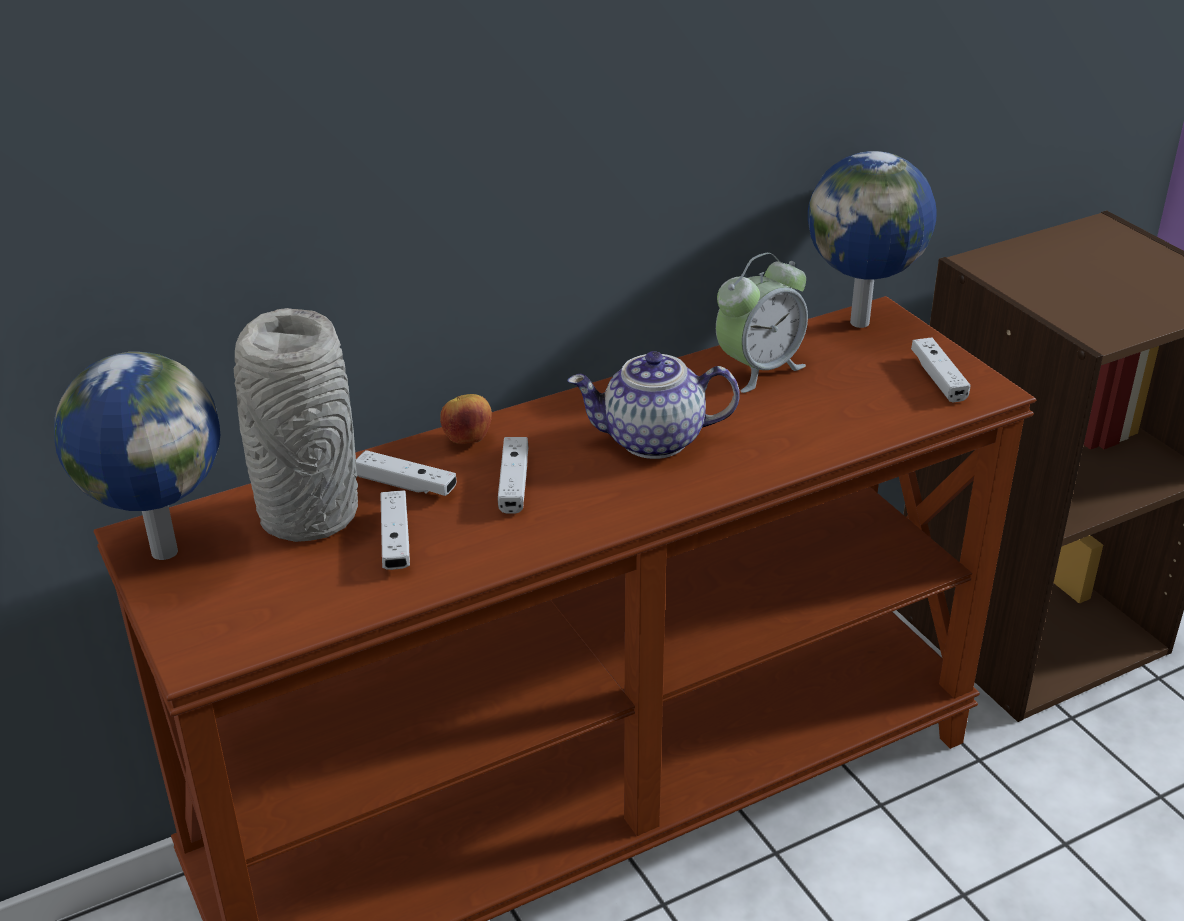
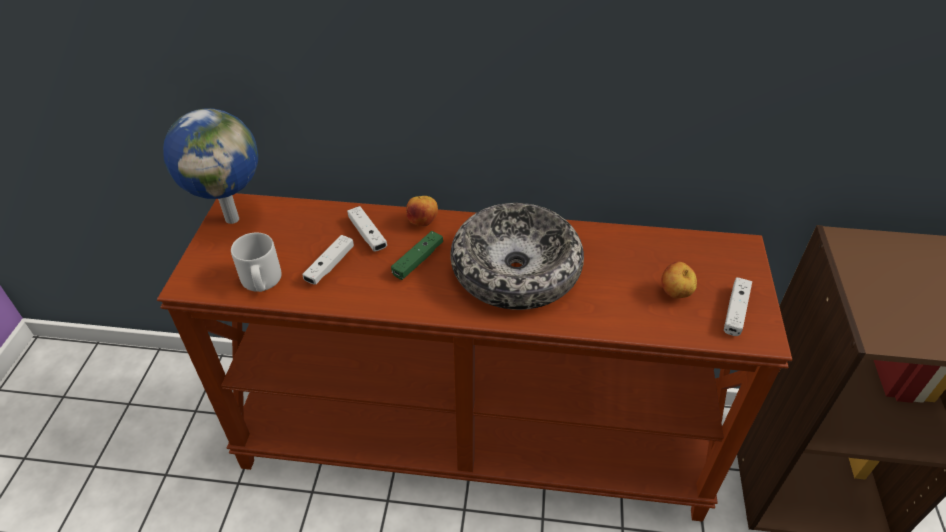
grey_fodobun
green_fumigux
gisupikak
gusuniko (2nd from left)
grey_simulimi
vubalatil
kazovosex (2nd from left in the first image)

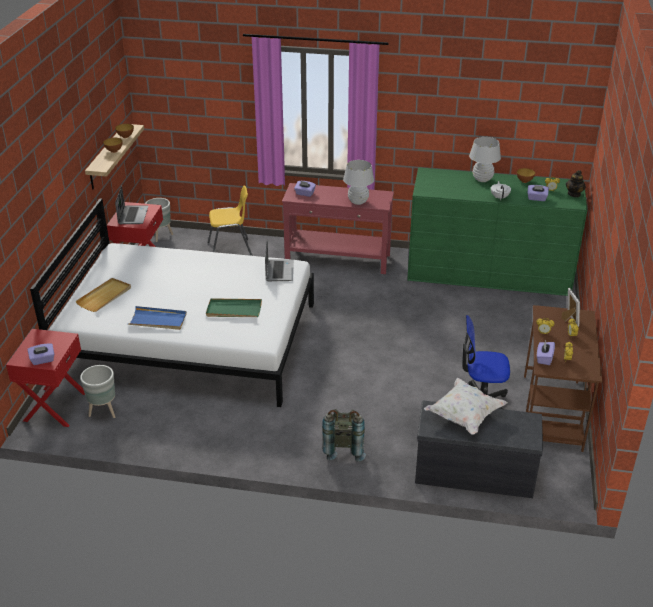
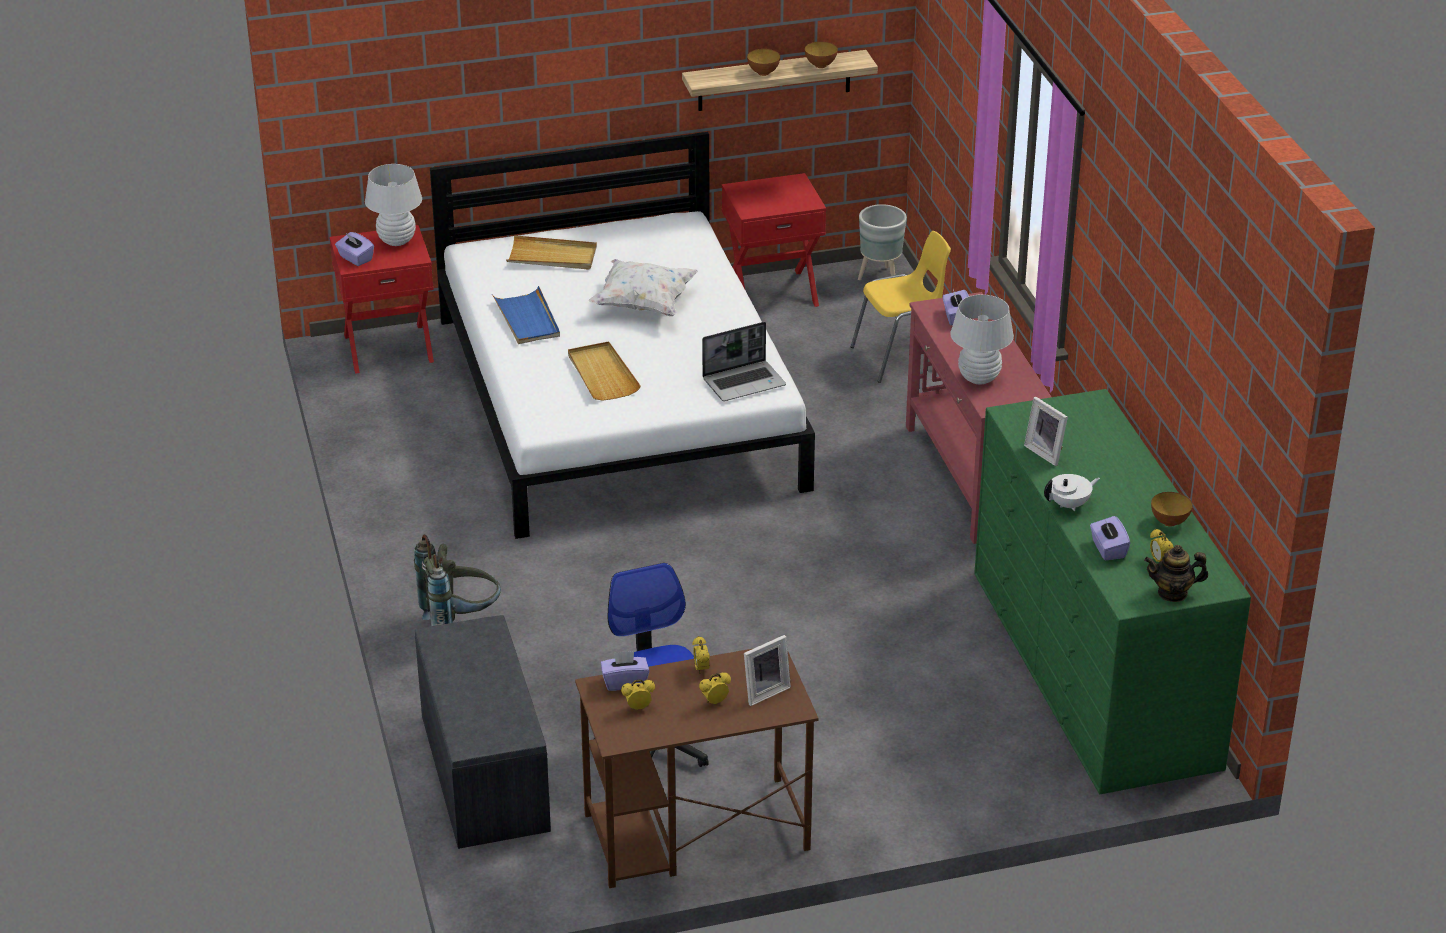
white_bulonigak (1st from left)
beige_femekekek (2nd from left)
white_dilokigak
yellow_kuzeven
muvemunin (2nd from left)
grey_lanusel (1st from left in the first image)
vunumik (1st from left in the first image)

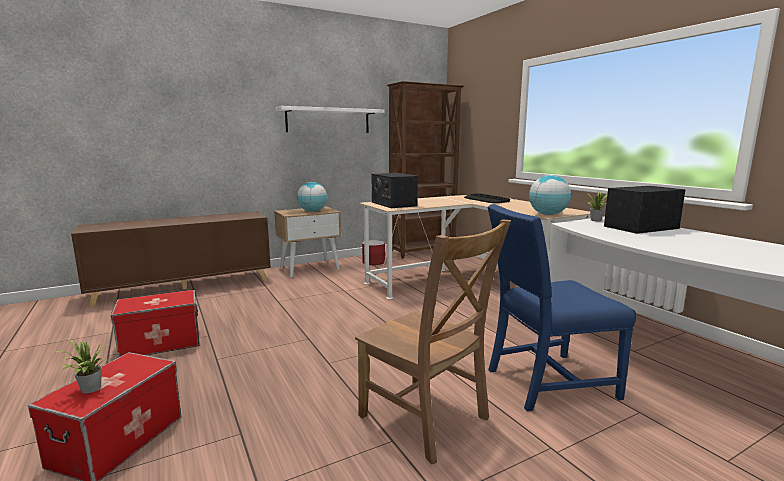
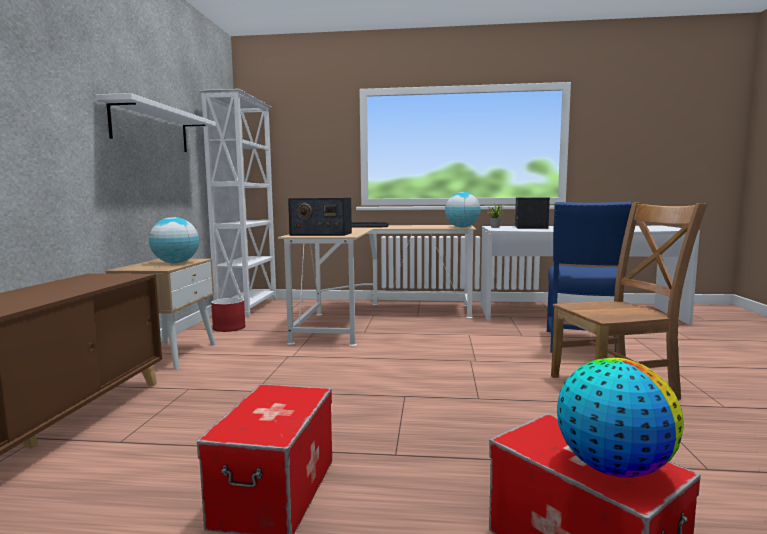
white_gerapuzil
kazovosex (3rd from left)

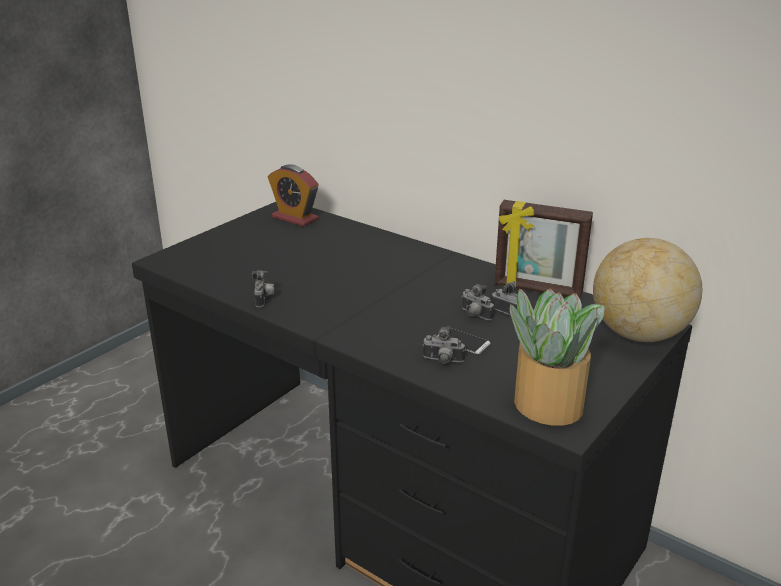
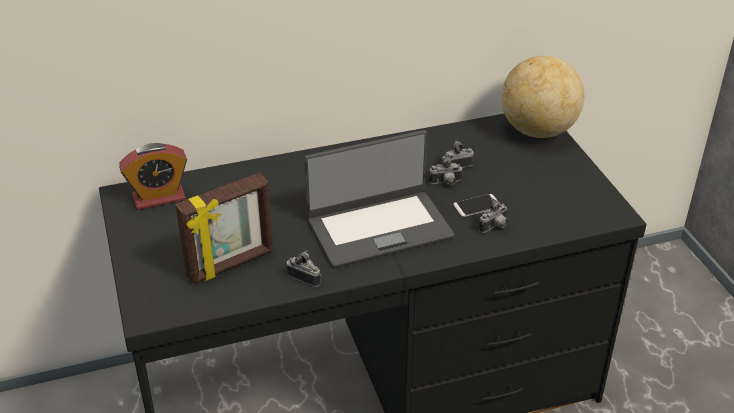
muvemunin
vunumik
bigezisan

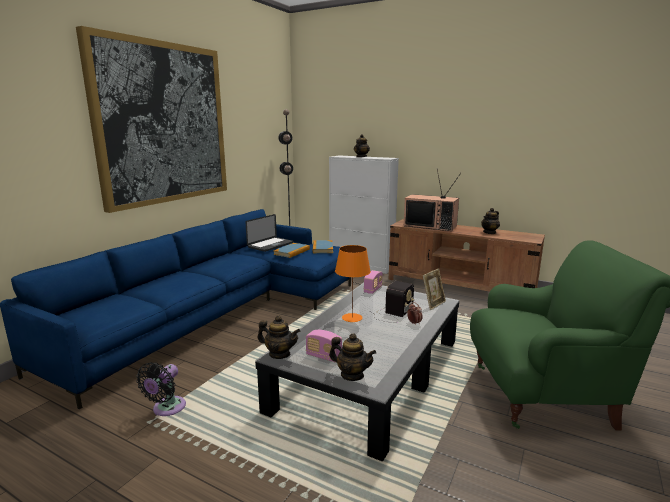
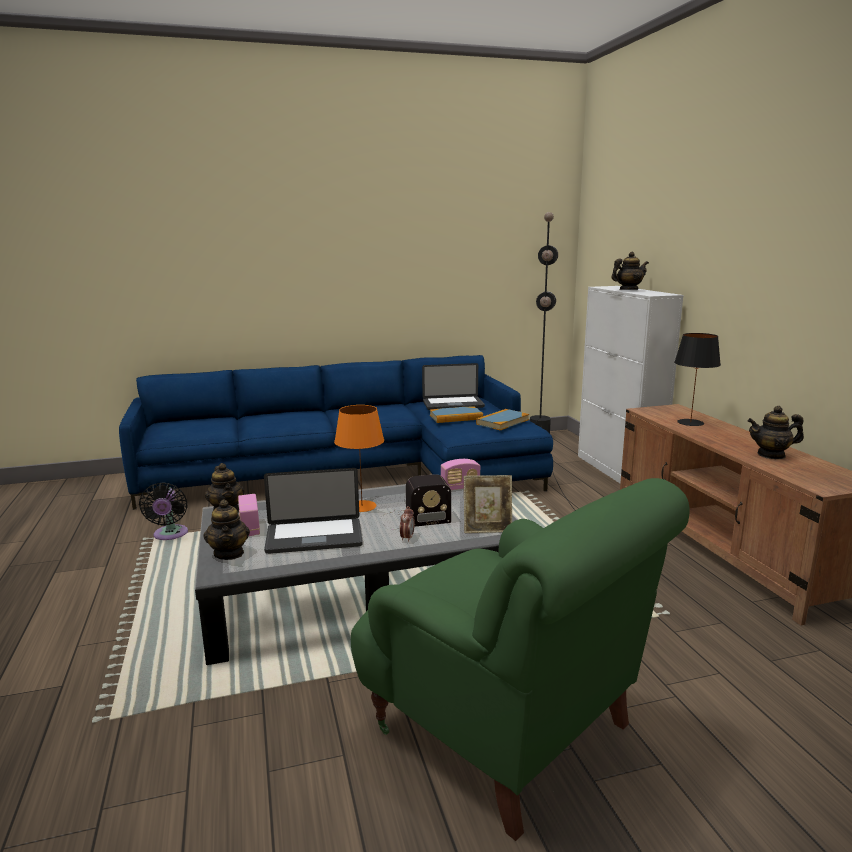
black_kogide
vunumik (1st from left)
black_bulonigak
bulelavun

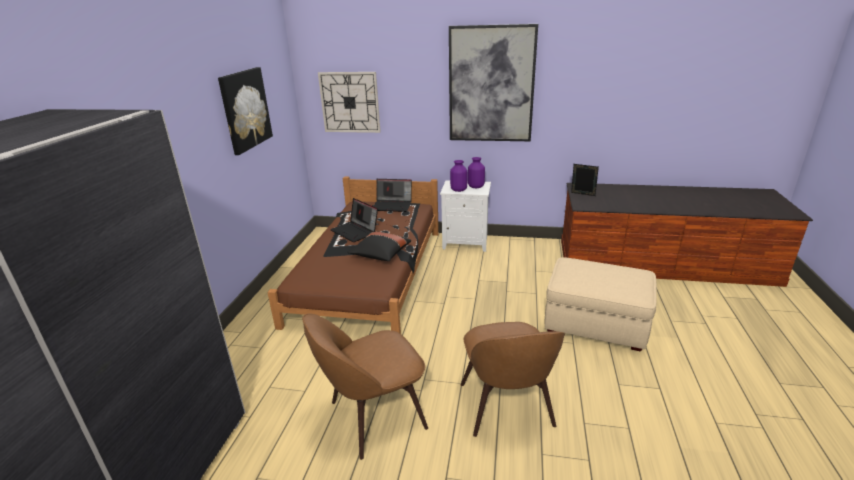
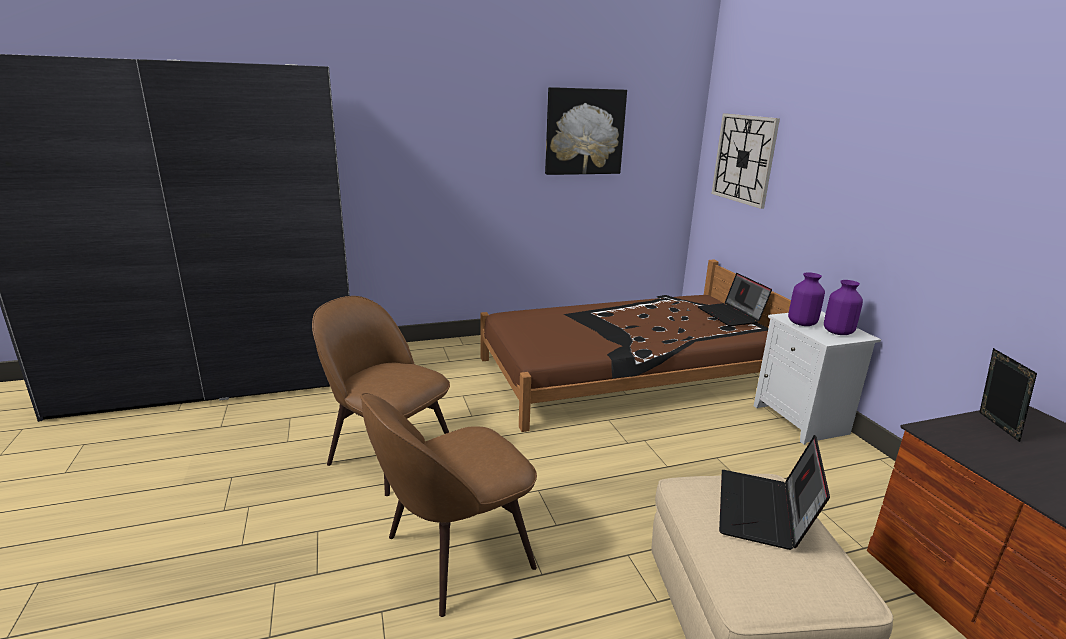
vunumik (2nd from left)
black_dilokigak
bulelavun (2nd from left in the first image)

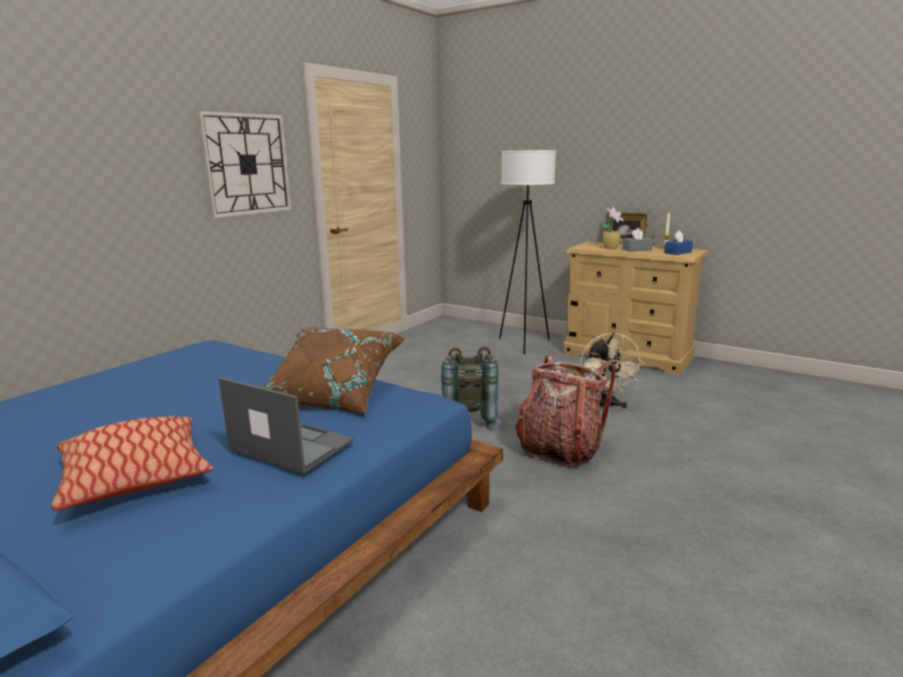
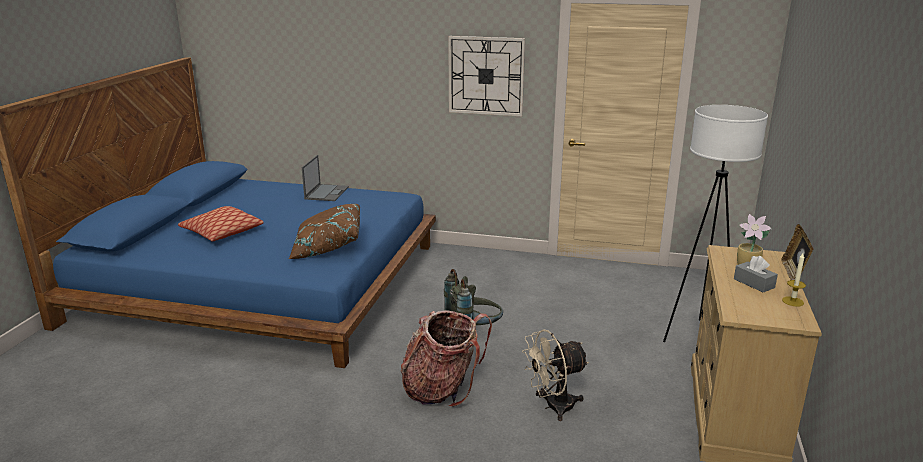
vunumik
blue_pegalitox

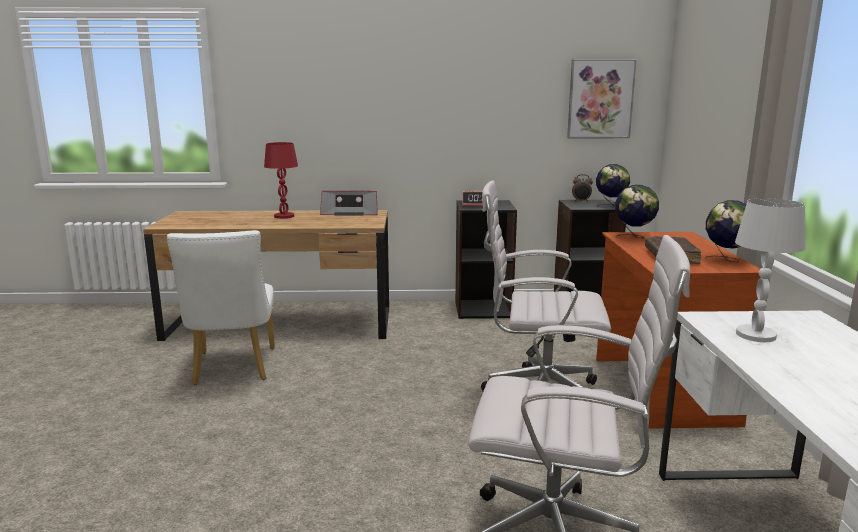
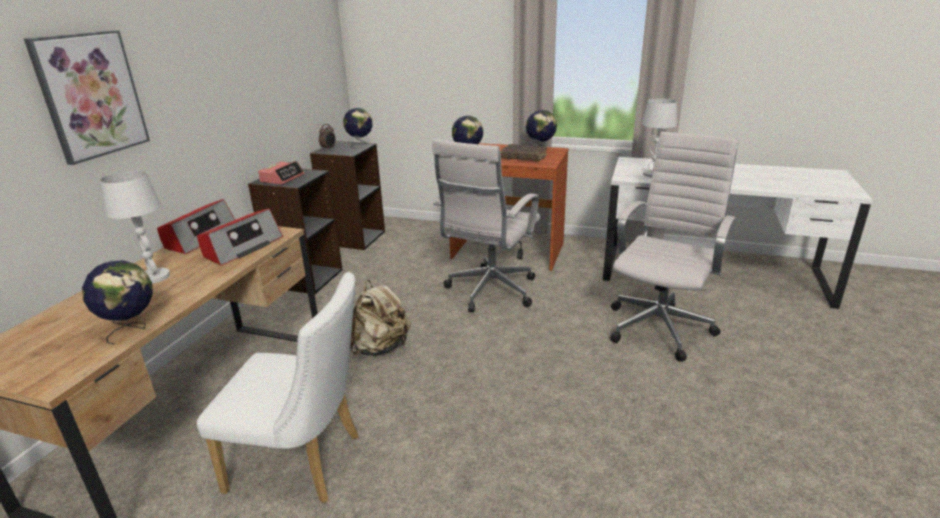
bulelavun
kazovosex (1st from left)
white_bulonigak (1st from left)
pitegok (2nd from left)
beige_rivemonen

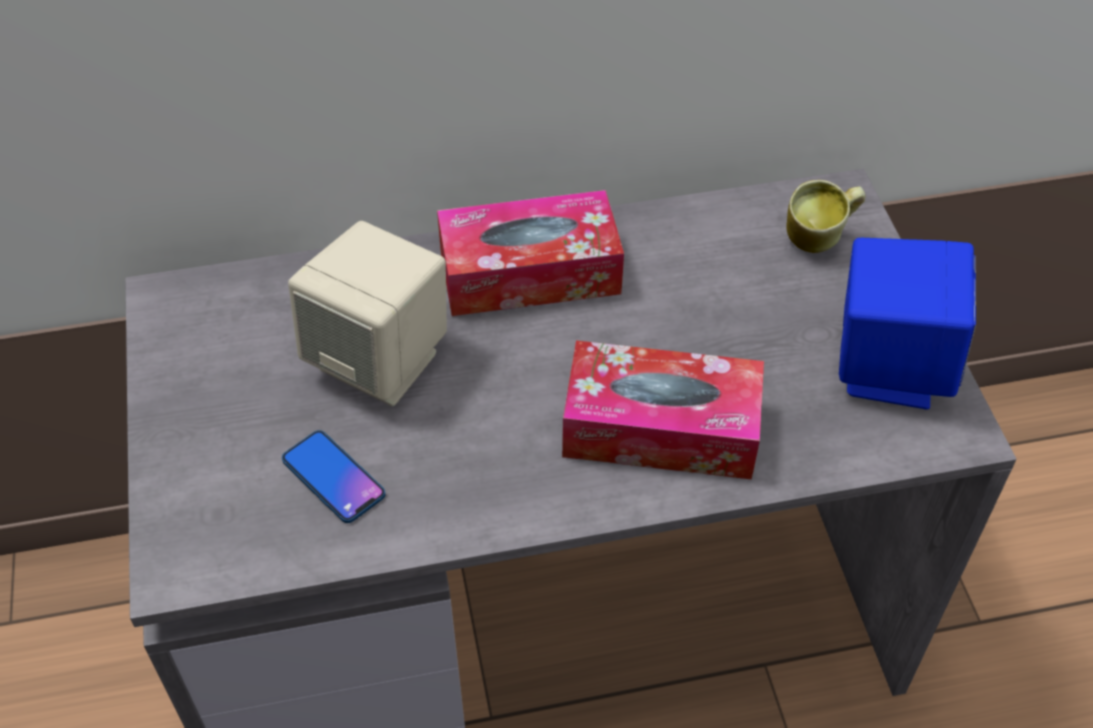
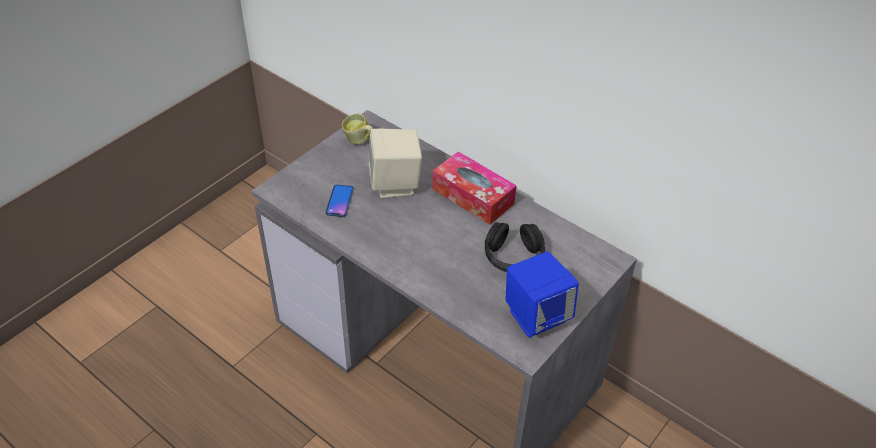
fodobun
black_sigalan
pegalitox (2nd from left in the first image)

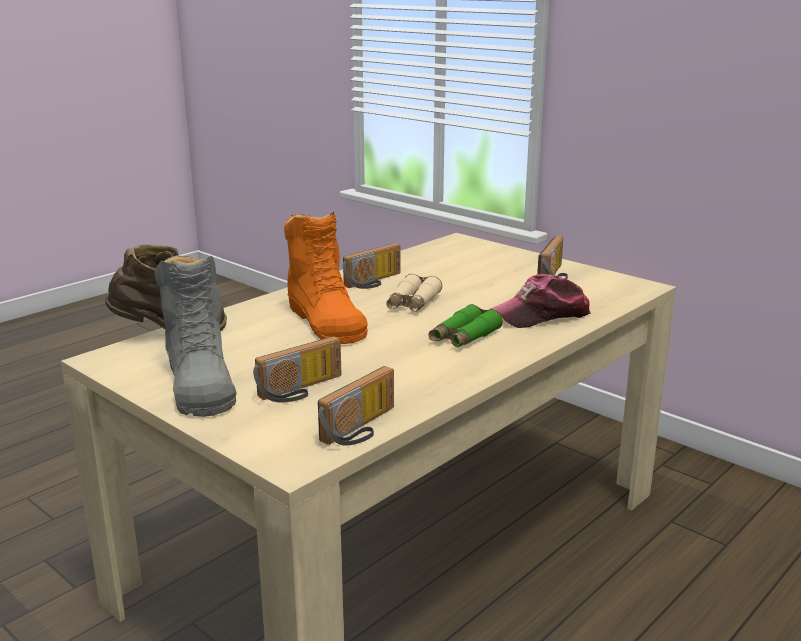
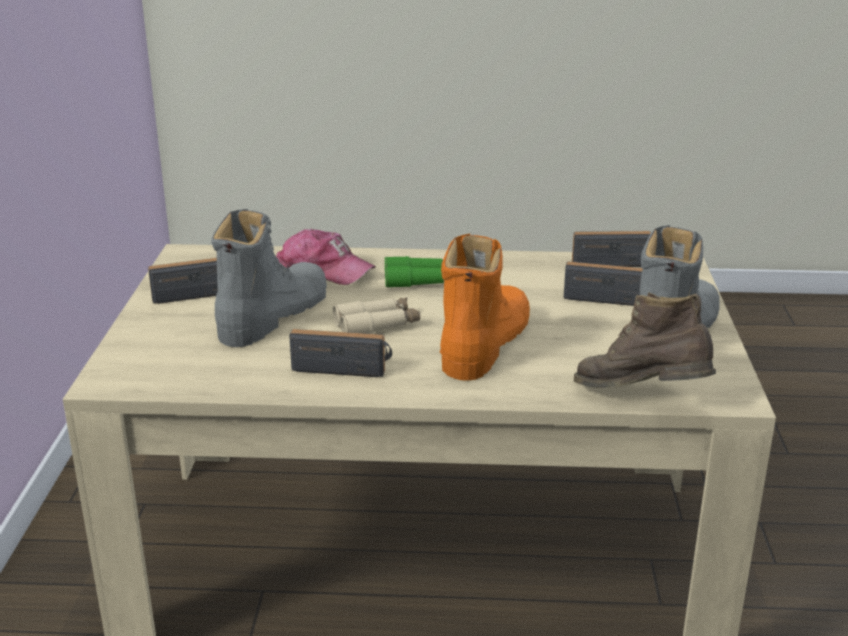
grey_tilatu (1st from left)

